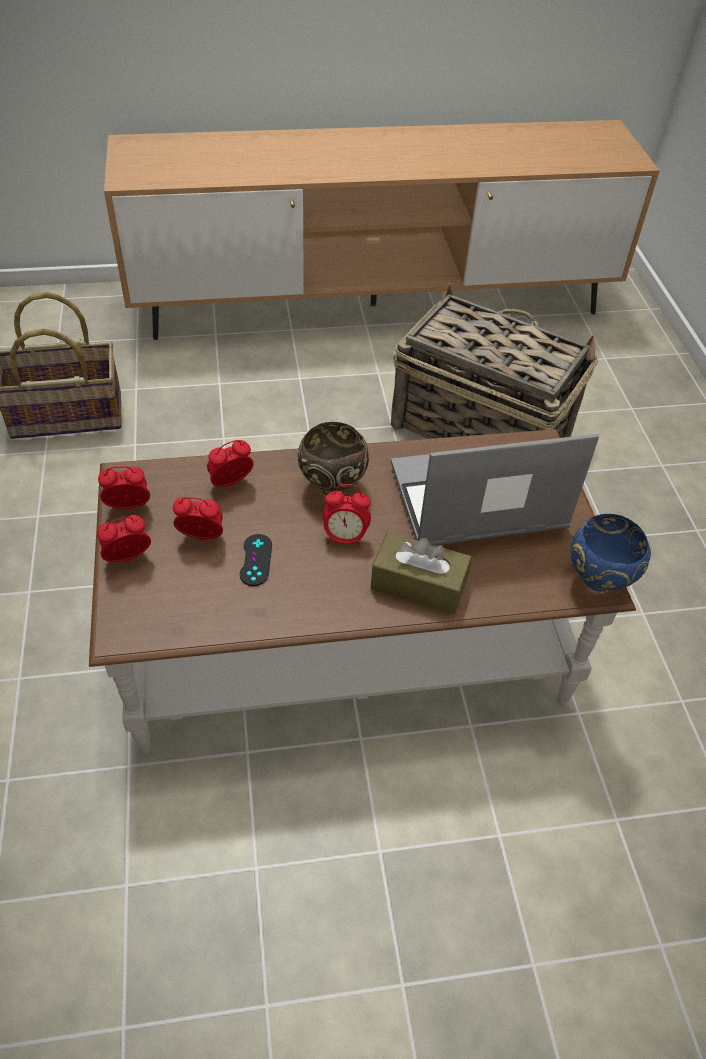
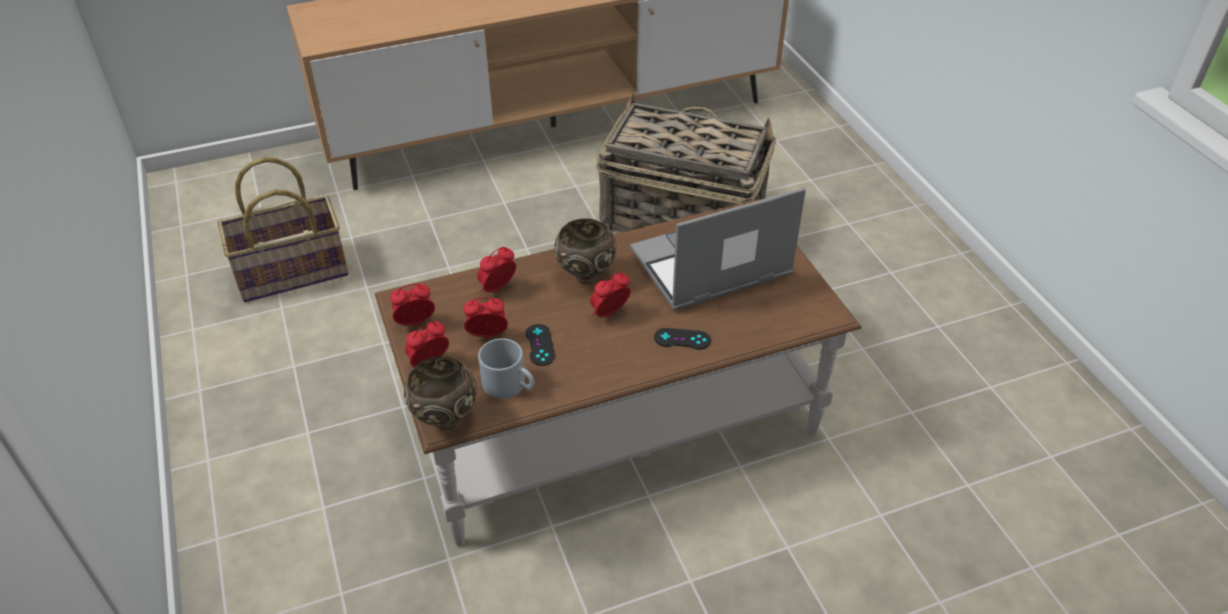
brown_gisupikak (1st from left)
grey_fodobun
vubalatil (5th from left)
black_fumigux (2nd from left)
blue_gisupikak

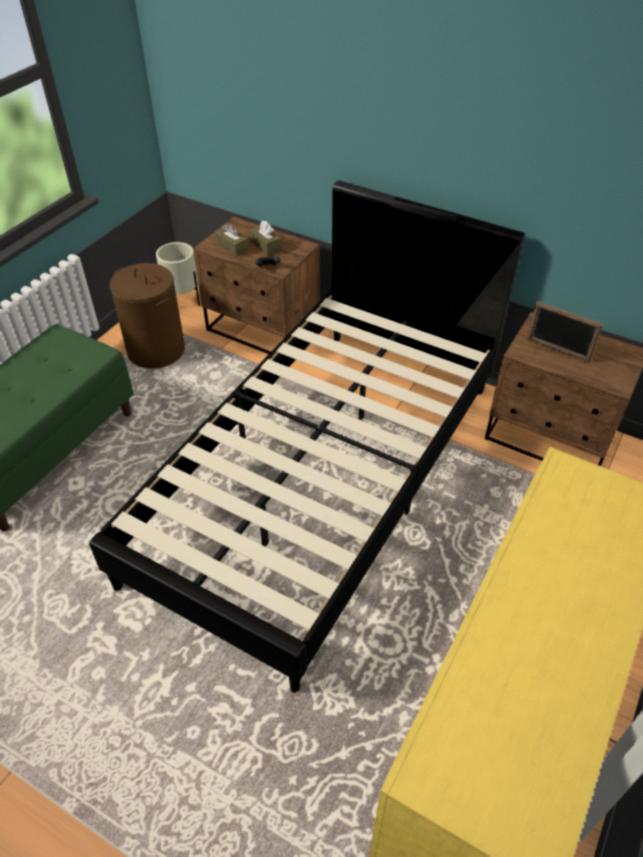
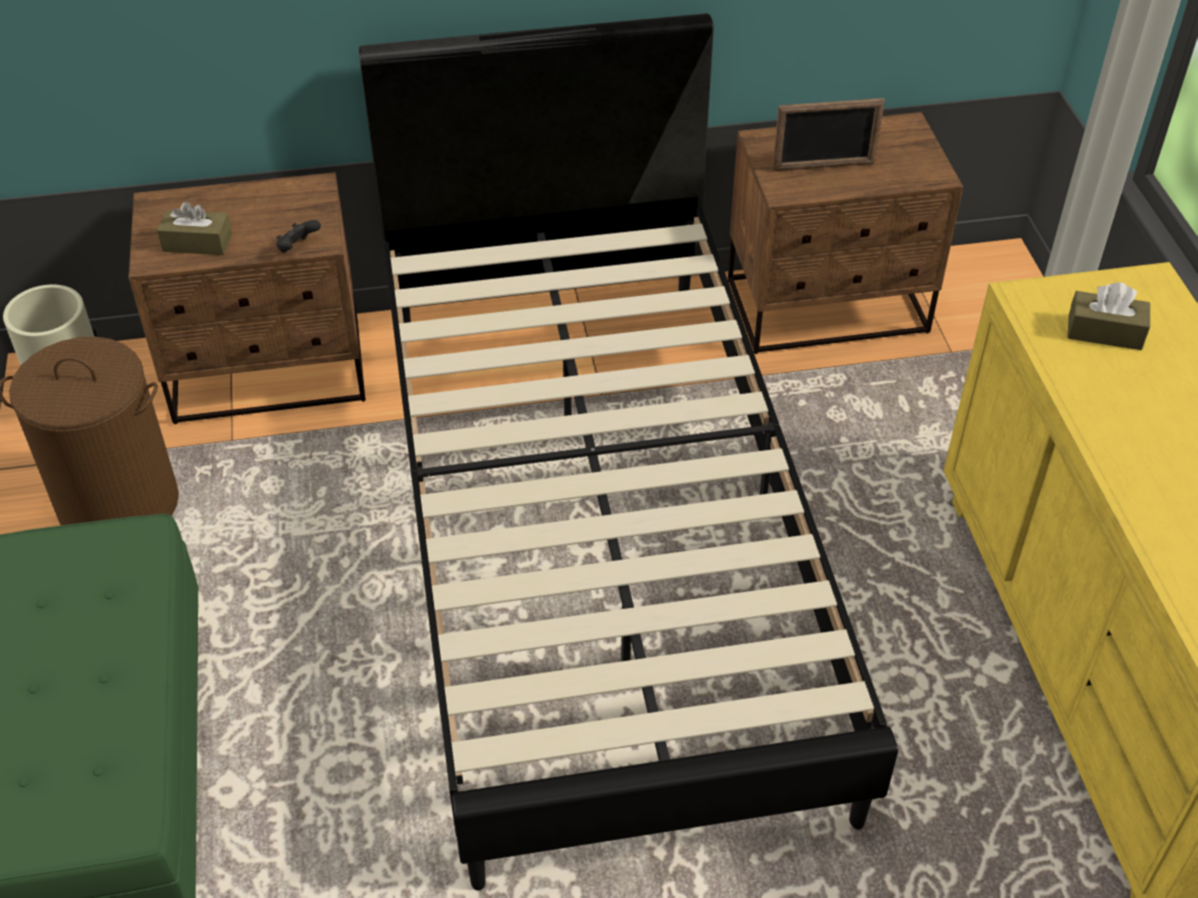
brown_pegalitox (2nd from left)

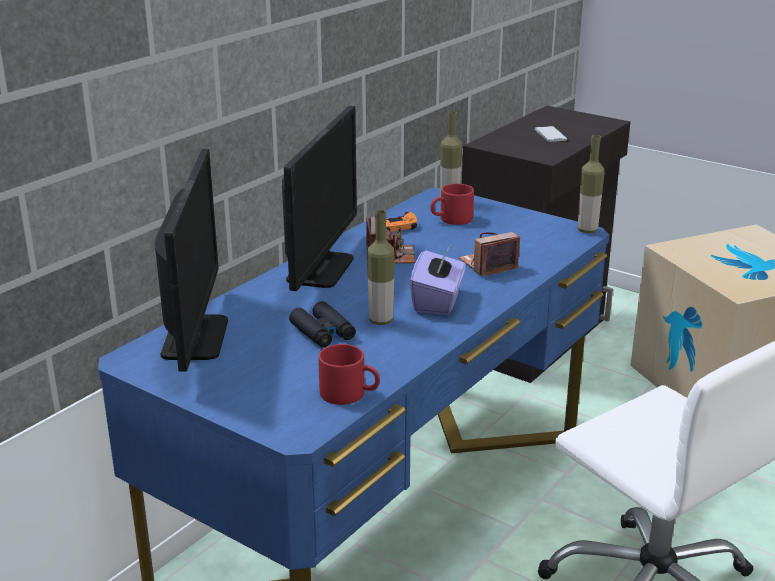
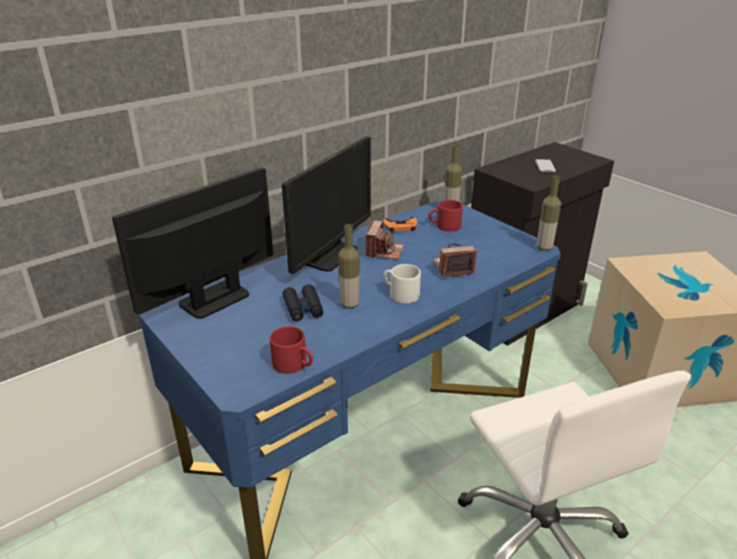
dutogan (1st from left)
white_fodobun

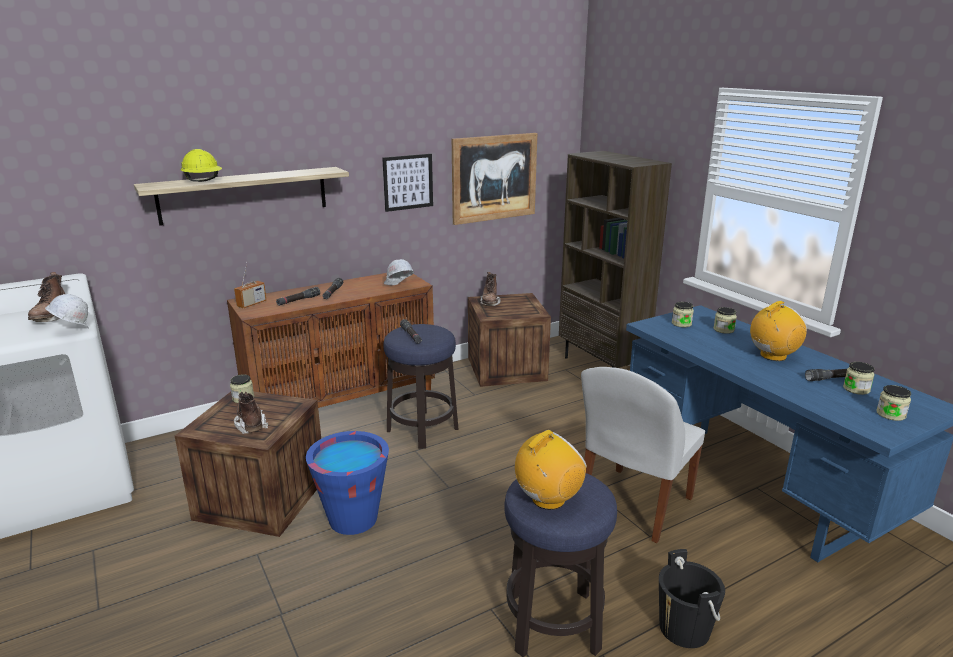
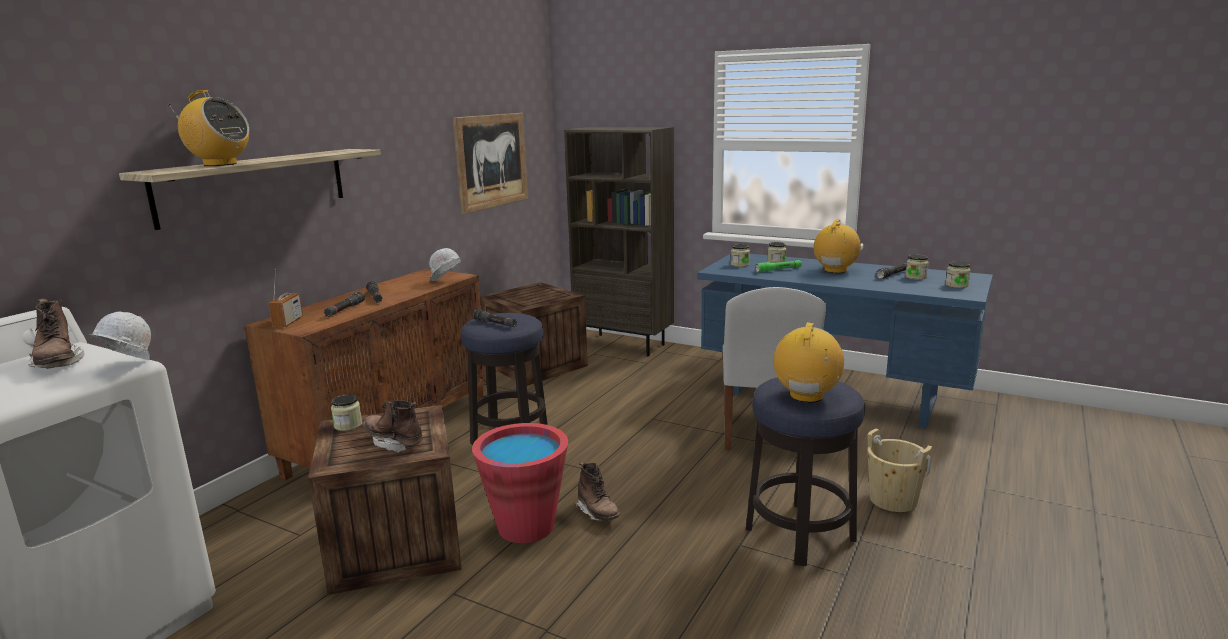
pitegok (1st from left)
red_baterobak
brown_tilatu (3rd from left)
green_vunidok
beige_baterobak
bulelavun (1st from left in the first image)

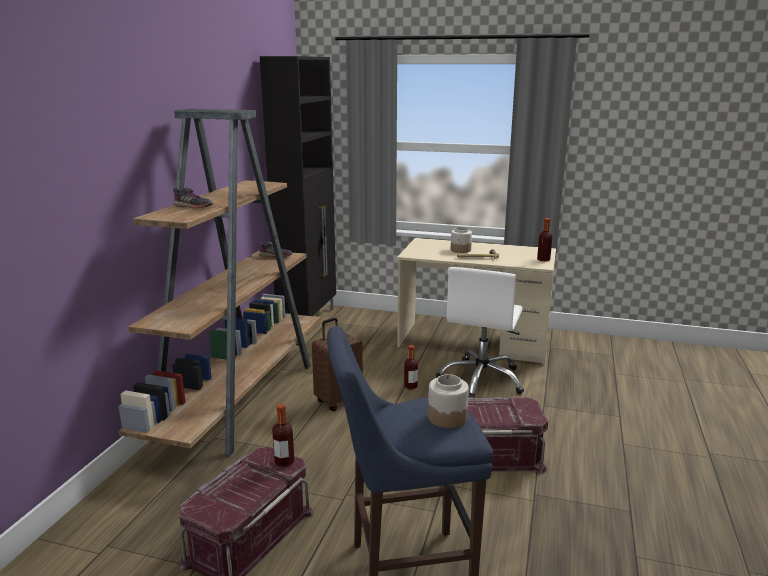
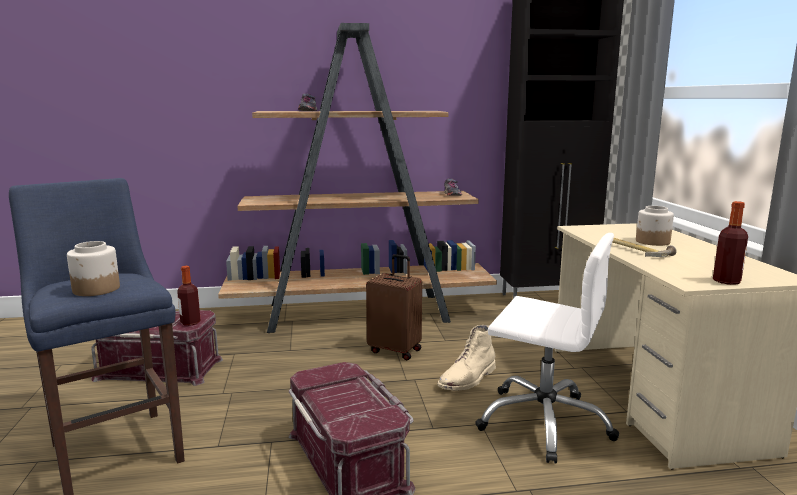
beige_tilatu
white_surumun

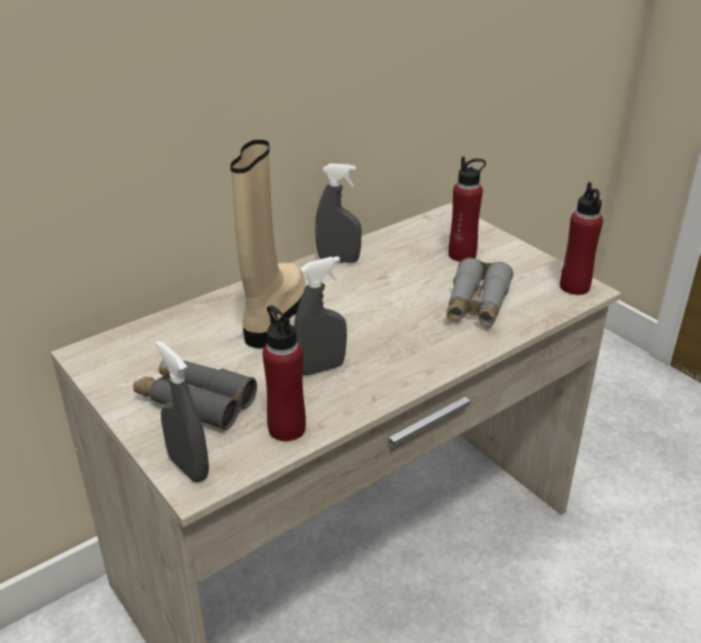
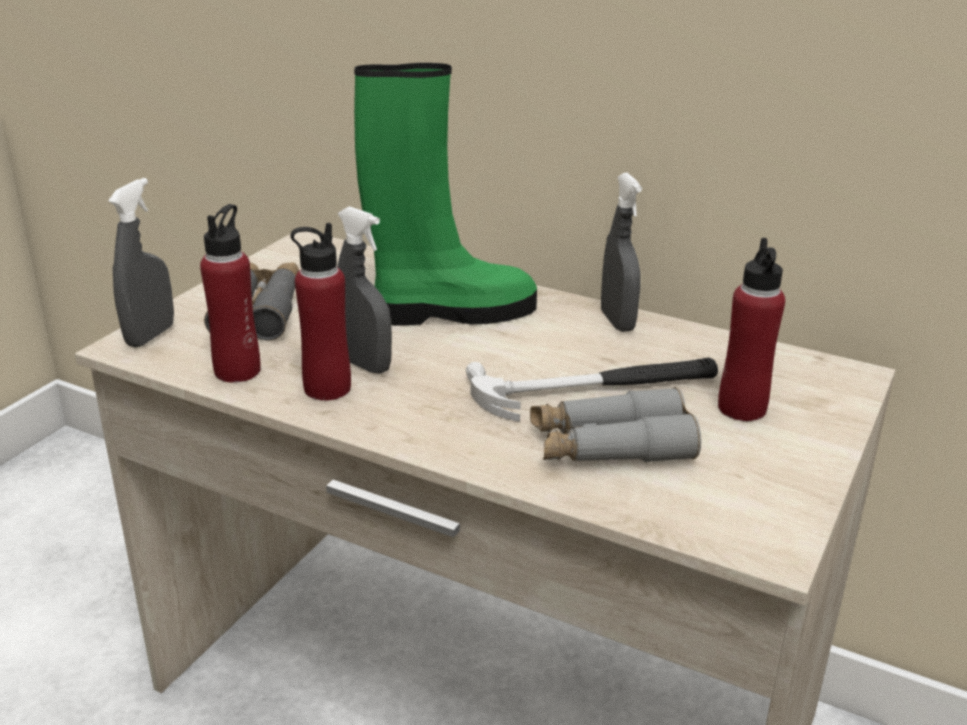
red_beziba (2nd from left)
green_tilatu
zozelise

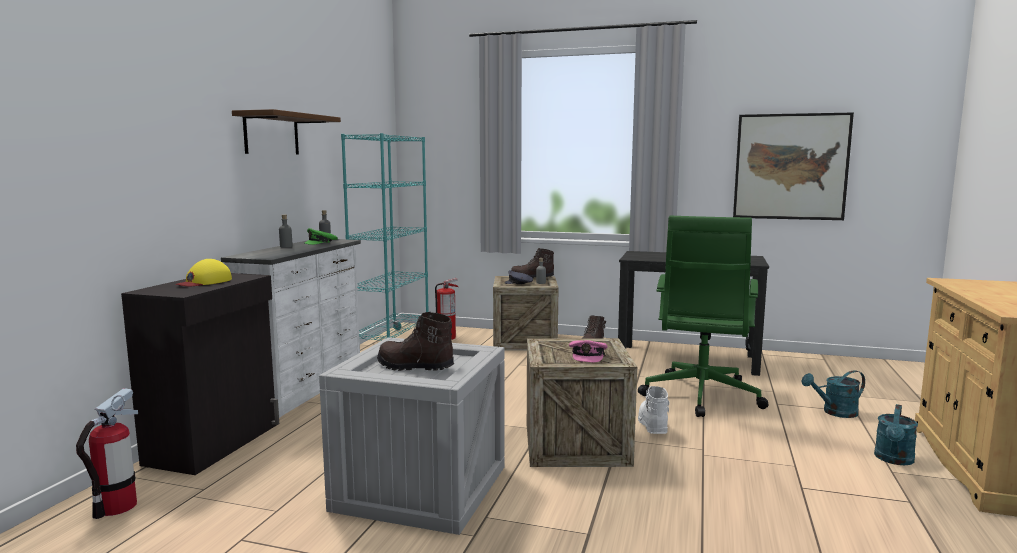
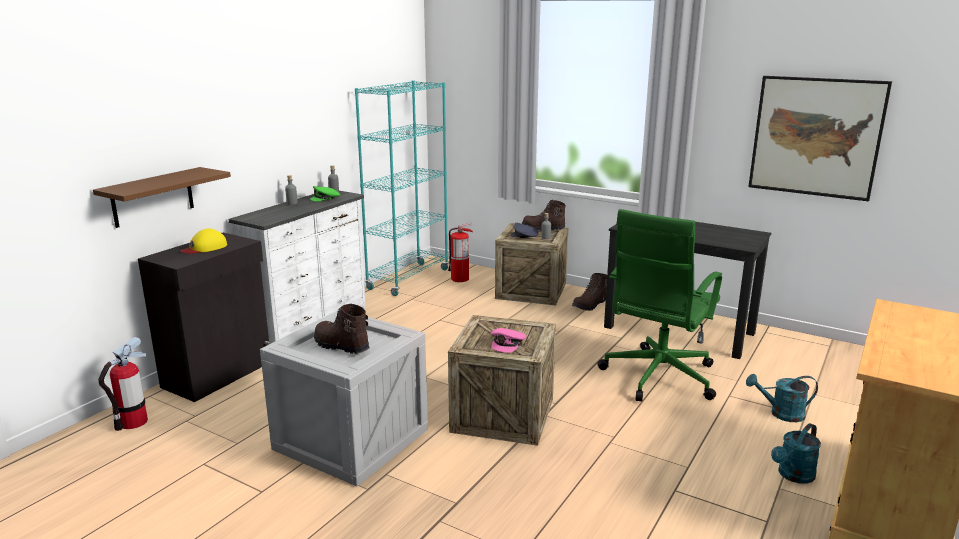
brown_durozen
white_tilatu

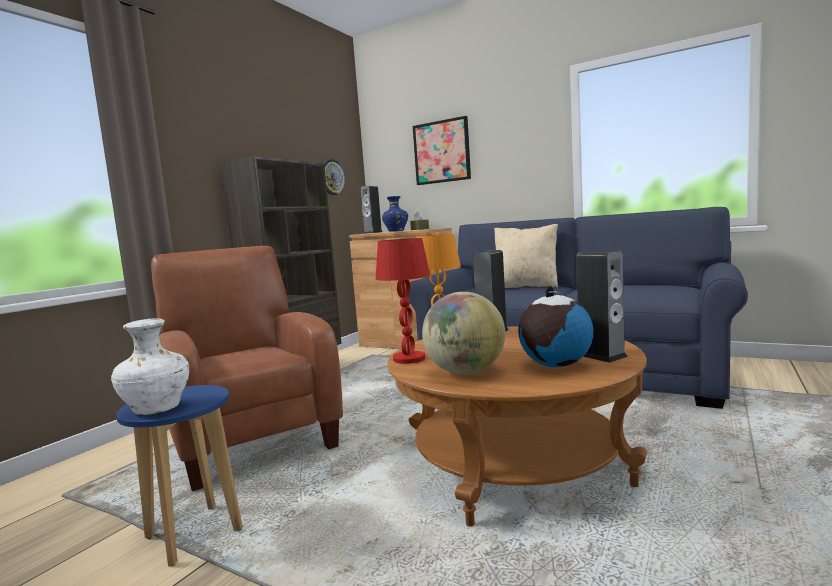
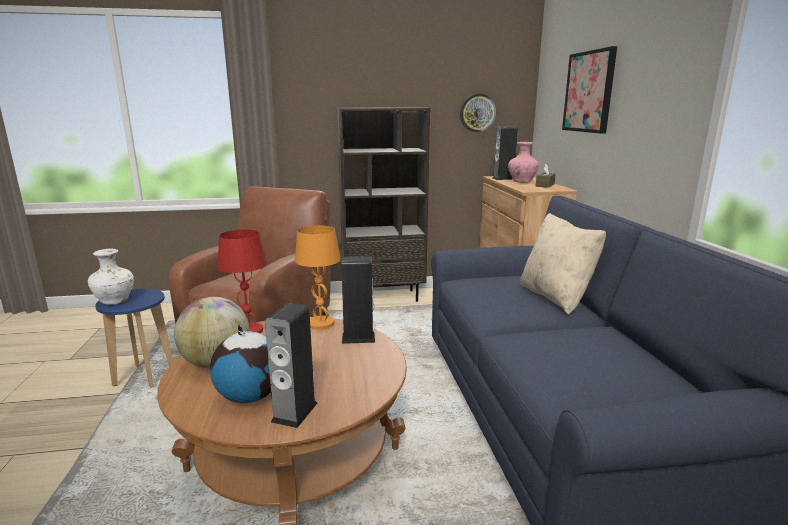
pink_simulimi

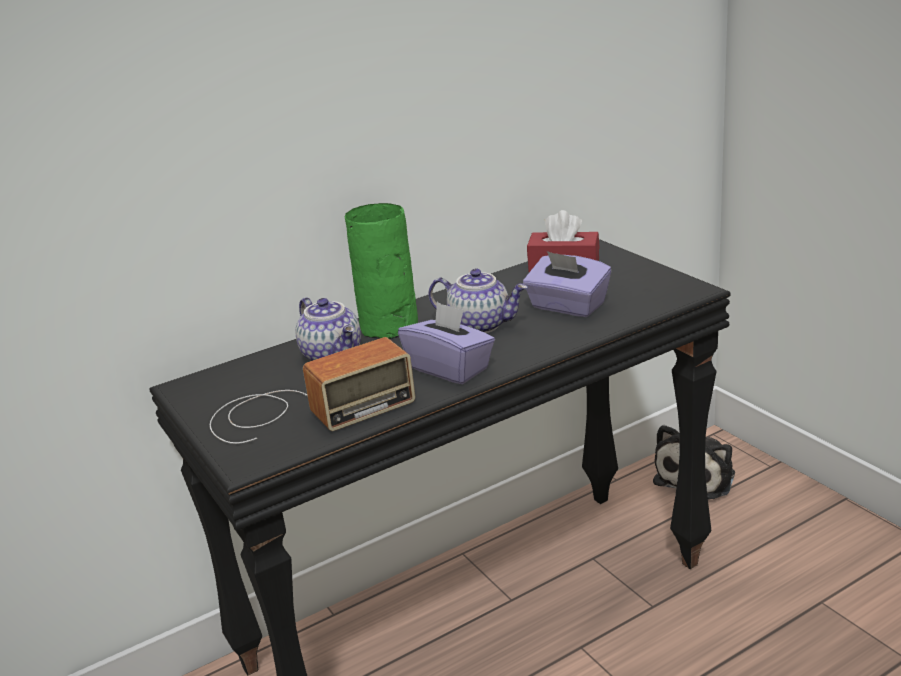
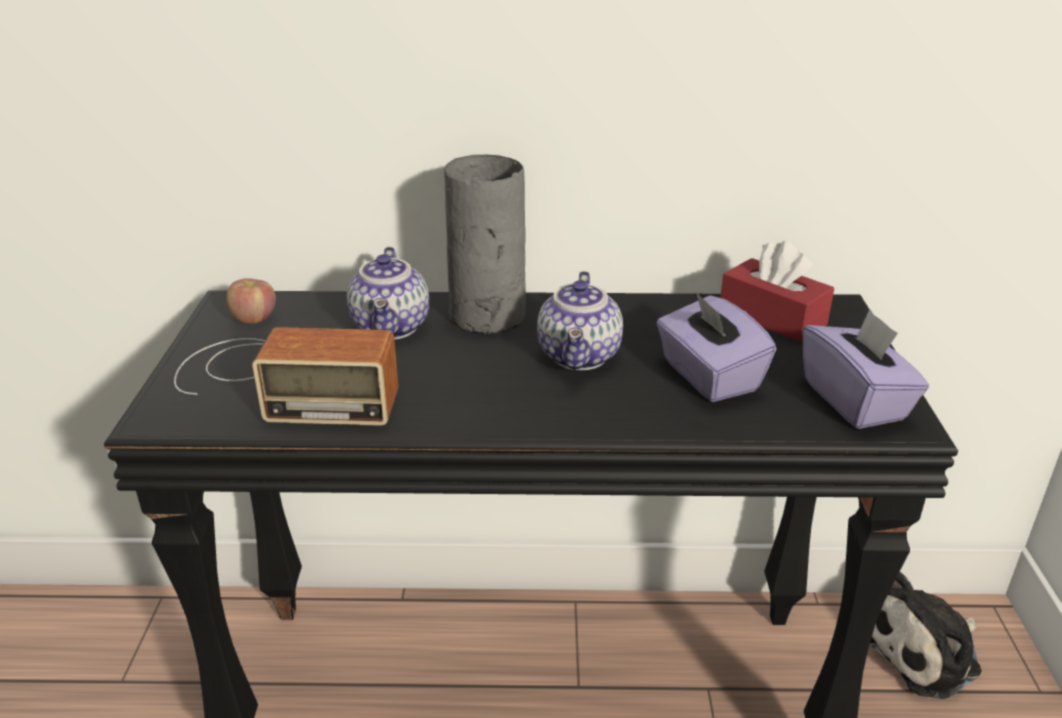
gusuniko
grey_simulimi
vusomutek (2nd from left)
purple_pegalitox (2nd from left)

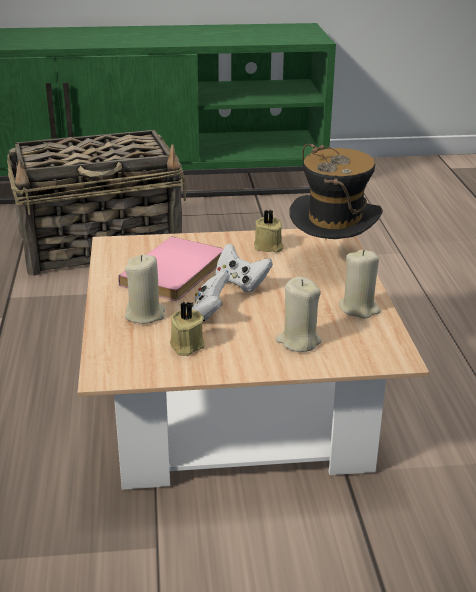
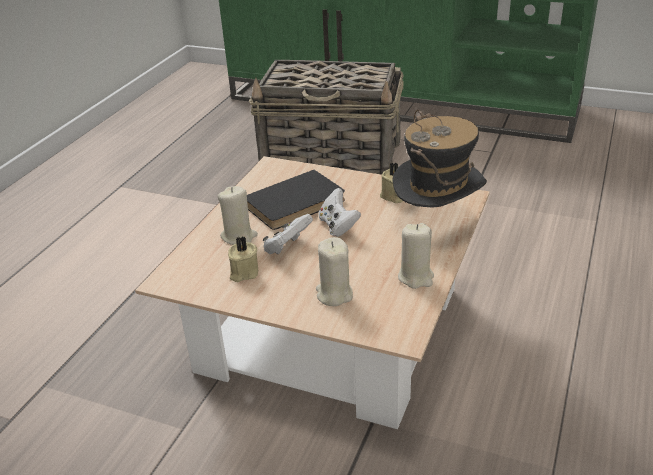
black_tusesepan

